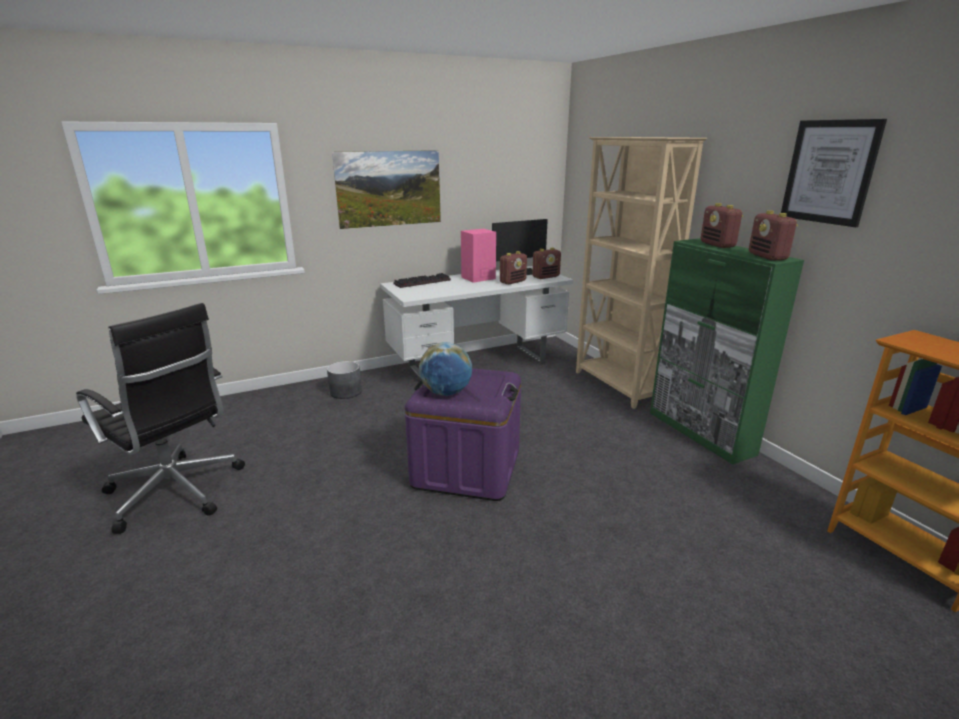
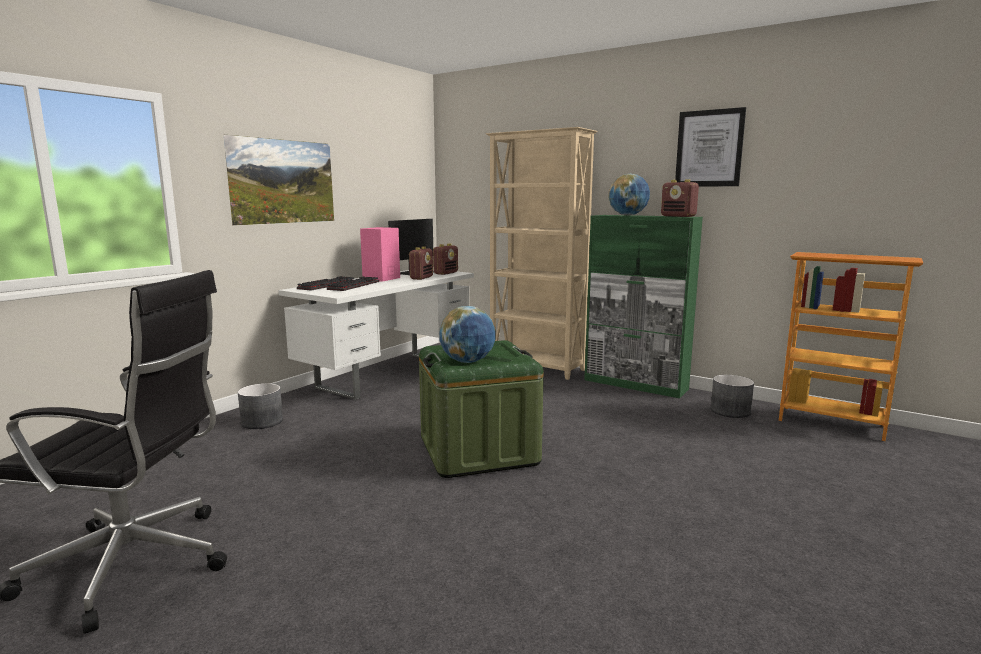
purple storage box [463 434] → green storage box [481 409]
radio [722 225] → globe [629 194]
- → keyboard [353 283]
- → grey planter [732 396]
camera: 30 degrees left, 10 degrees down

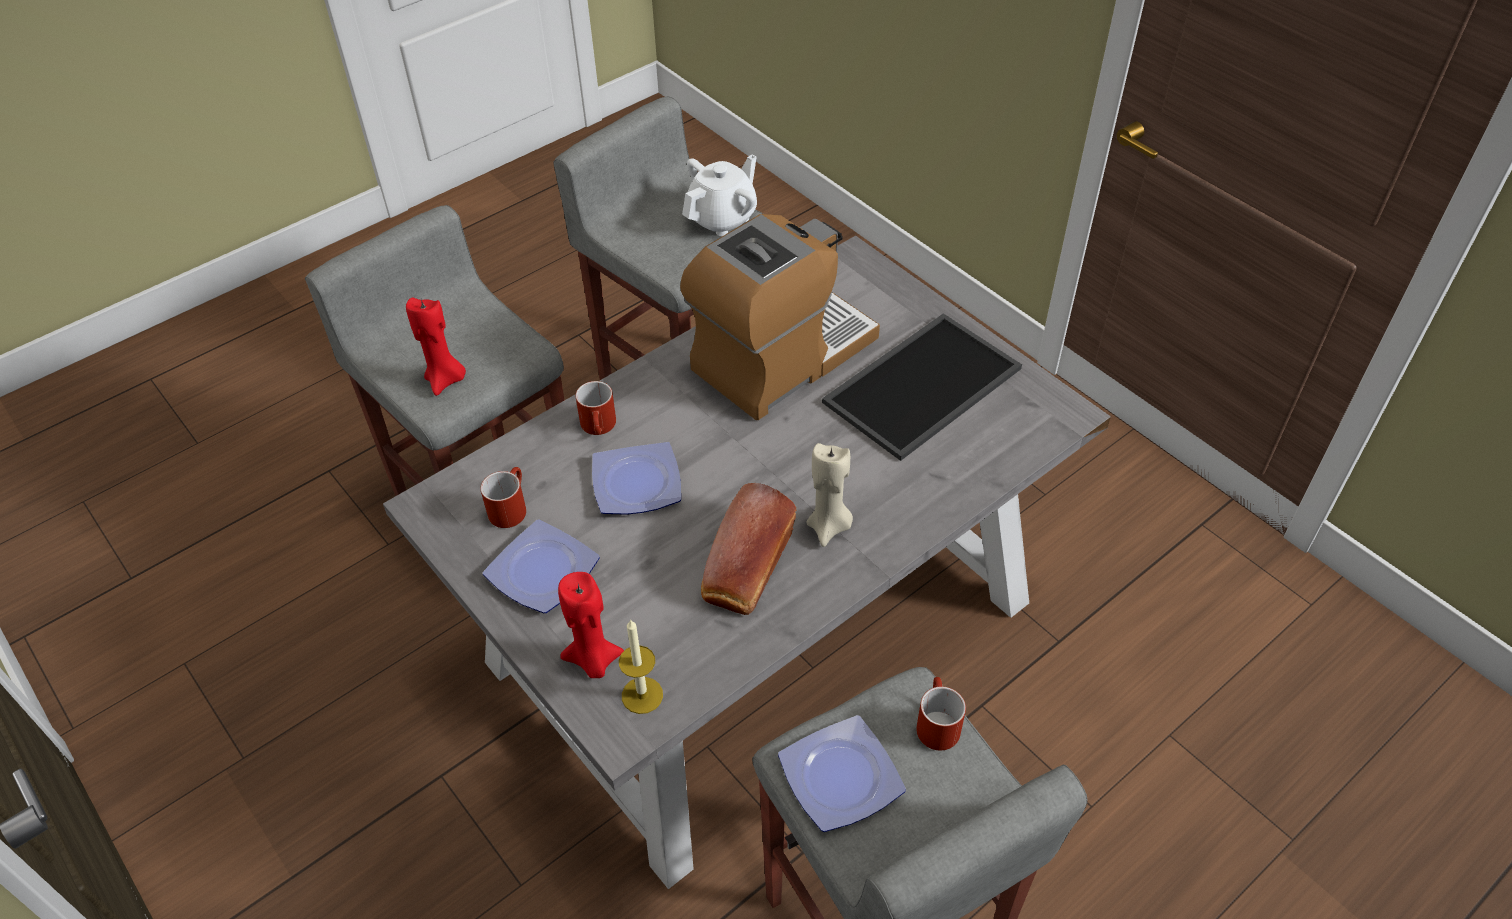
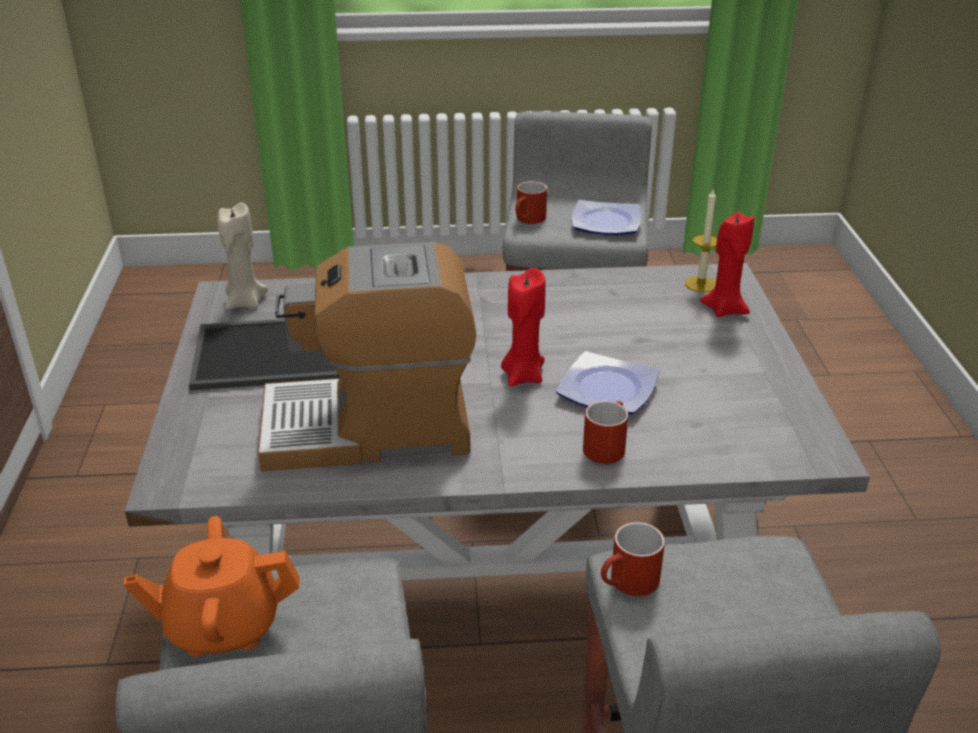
red candle [436 347] → red candle [523 327], shifted
red mug [503 497] → red mug [633 559], shifted
plate [541 566] → -
white teapot [719 195] → orange teapot [211 586]
bread [748 549] → -
beige candle [829 495] → beige candle [243 256], shifted
camera: 145 degrees left, 15 degrees down

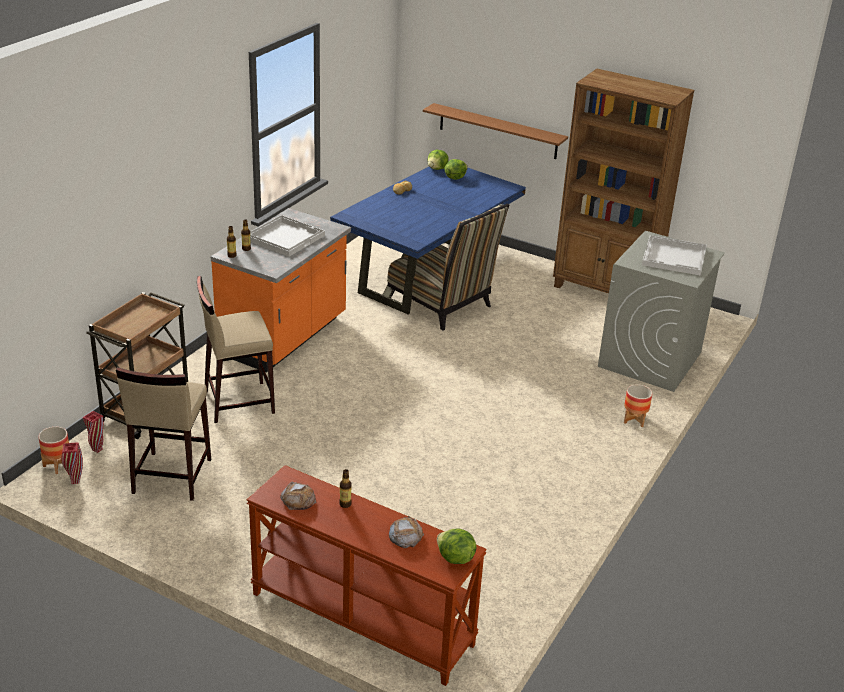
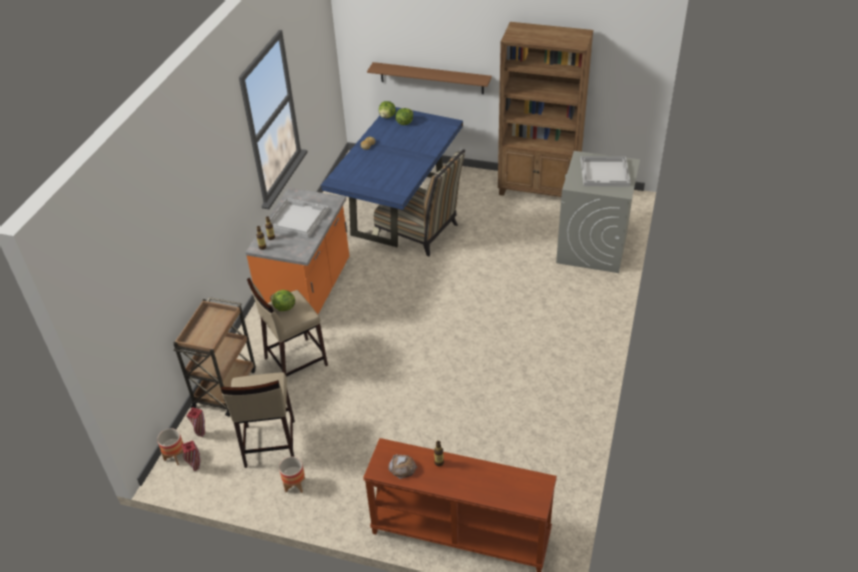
bread [406 532] → -
lettuce [457 546] → lettuce [282 300], shifted
planter [638 405] → planter [292 475], shifted
camera: 10 degrees left, 10 degrees up

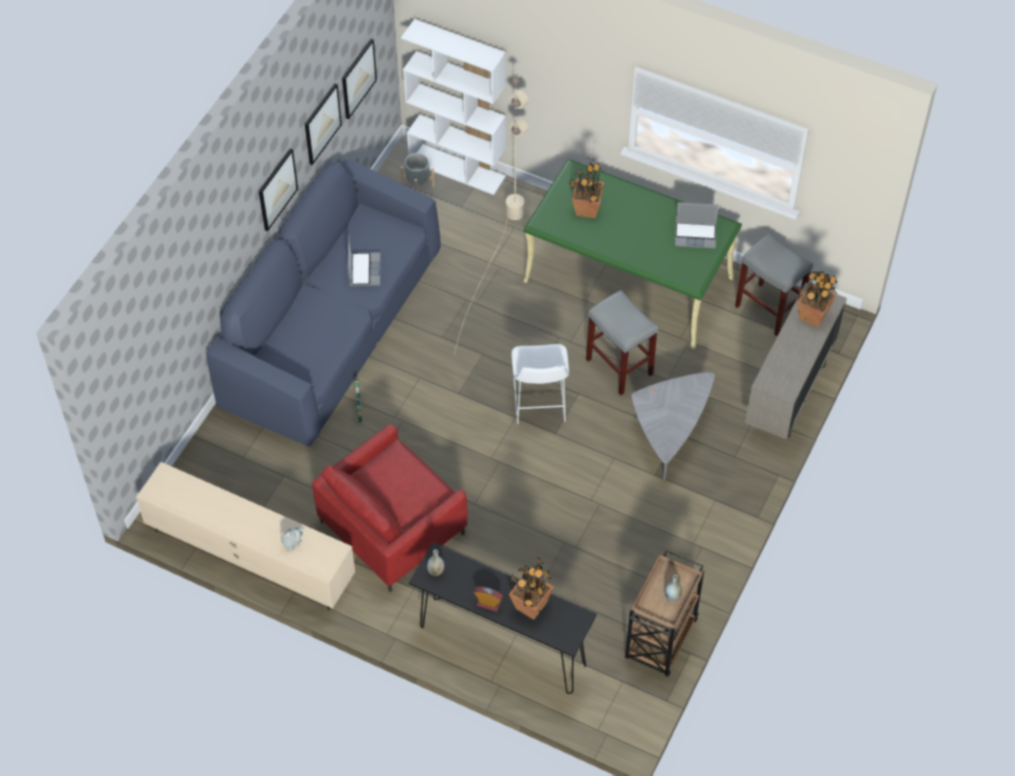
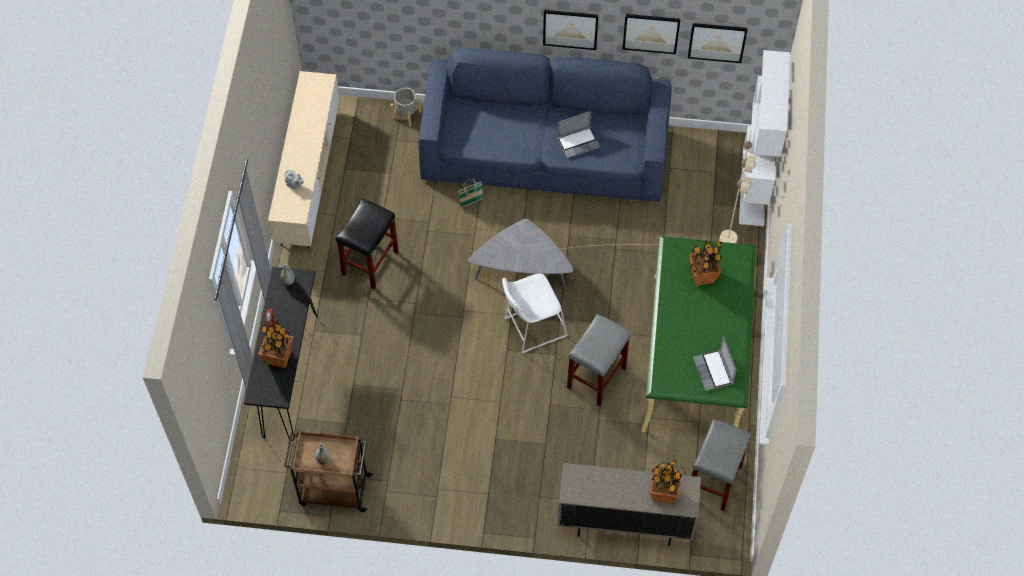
red armchair [390 508] → black stool [367 244]
grey planter [418 172] → grey planter [406 107], shifted
grey coffee table [673 426] → grey coffee table [520 253], shifted
camera: 70 degrees right, 5 degrees up

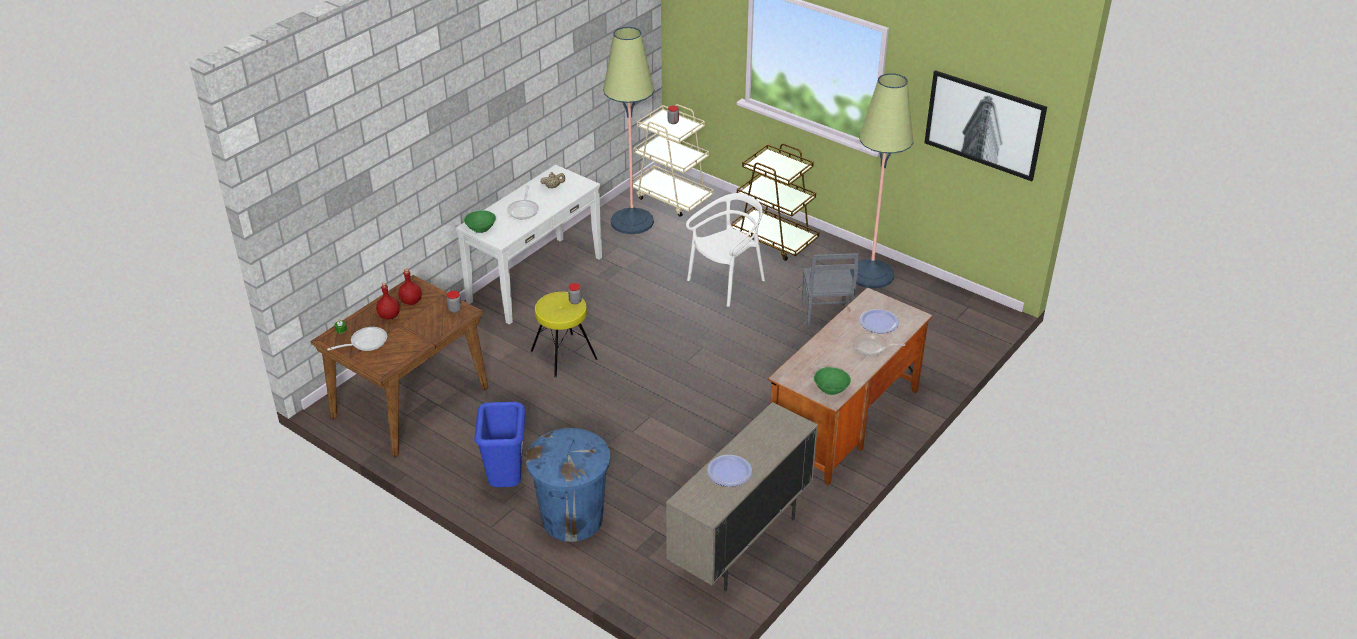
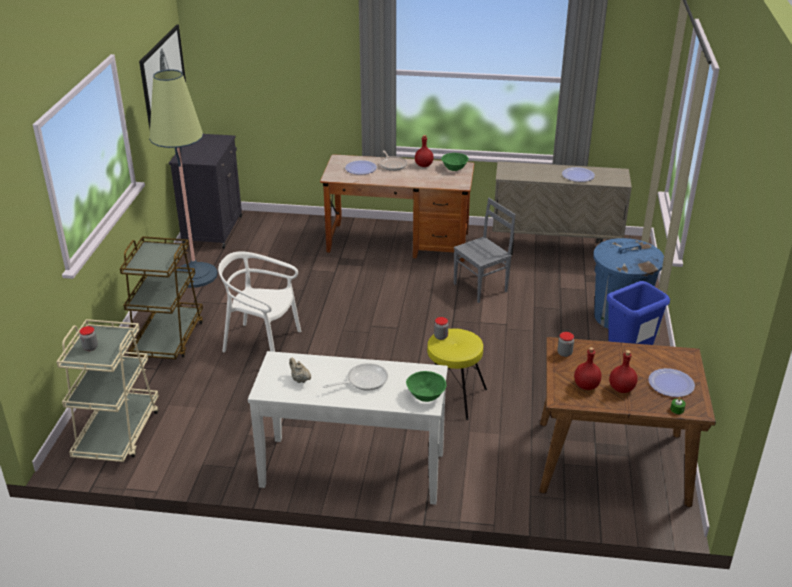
frying pan [357 339] → plate [671 382]
floor lamp [629 130] → -
grey chair [830 291] → grey chair [485 250], shifted
- → black cabinet [205 191]
- → red bottle [424 151]
camera: 120 degrees left, 5 degrees down

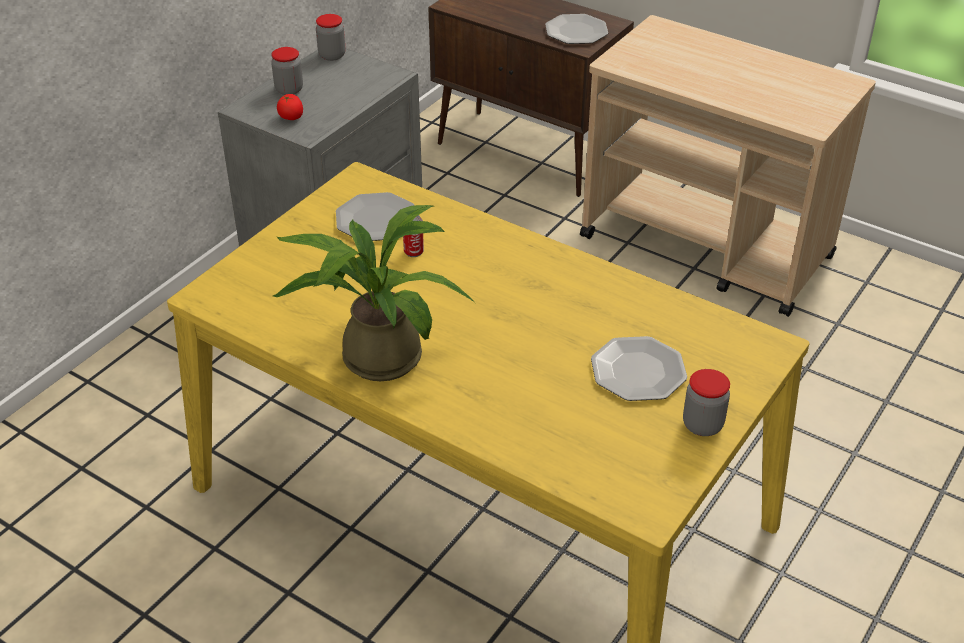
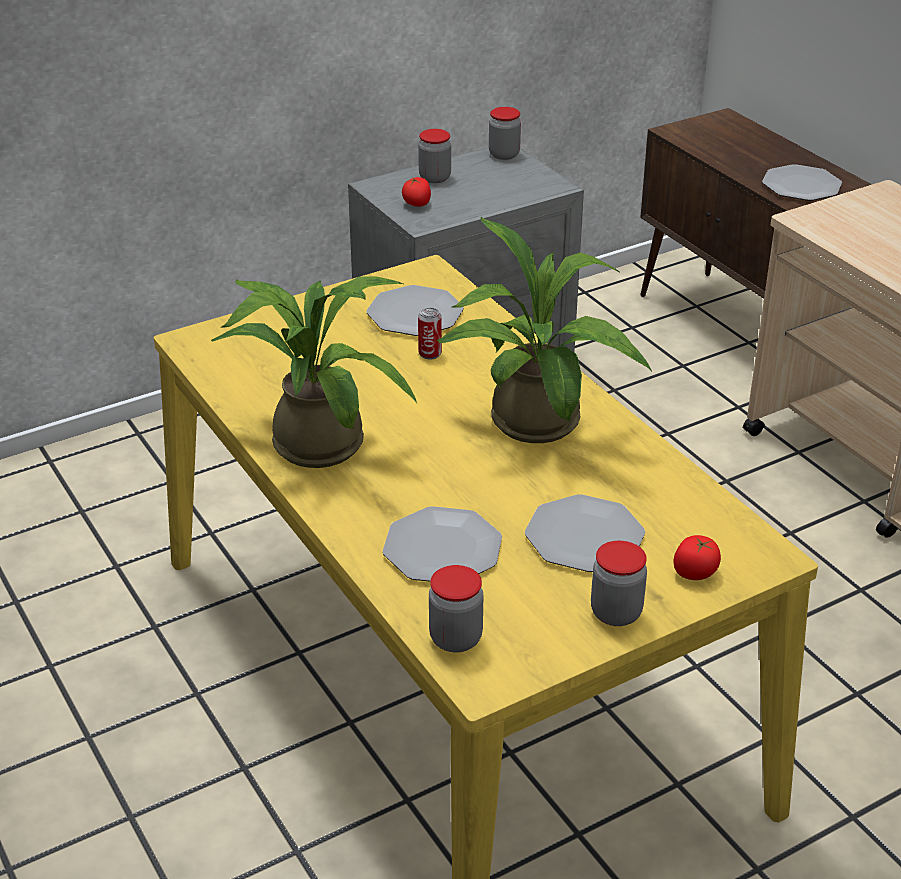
- → plate [442 544]
- → jar [456 609]
- → potted plant [544 330]
- → tomato [697 557]
camera: 25 degrees right, 5 degrees down

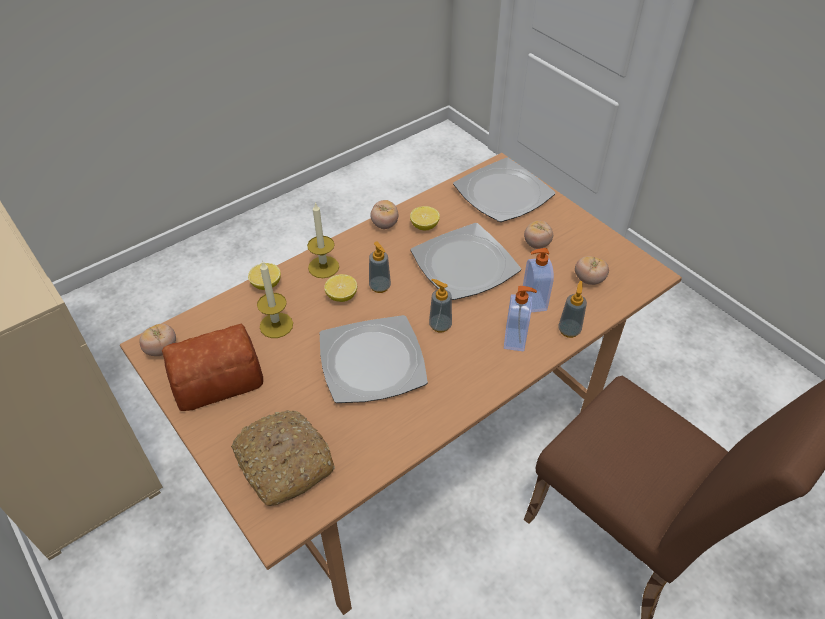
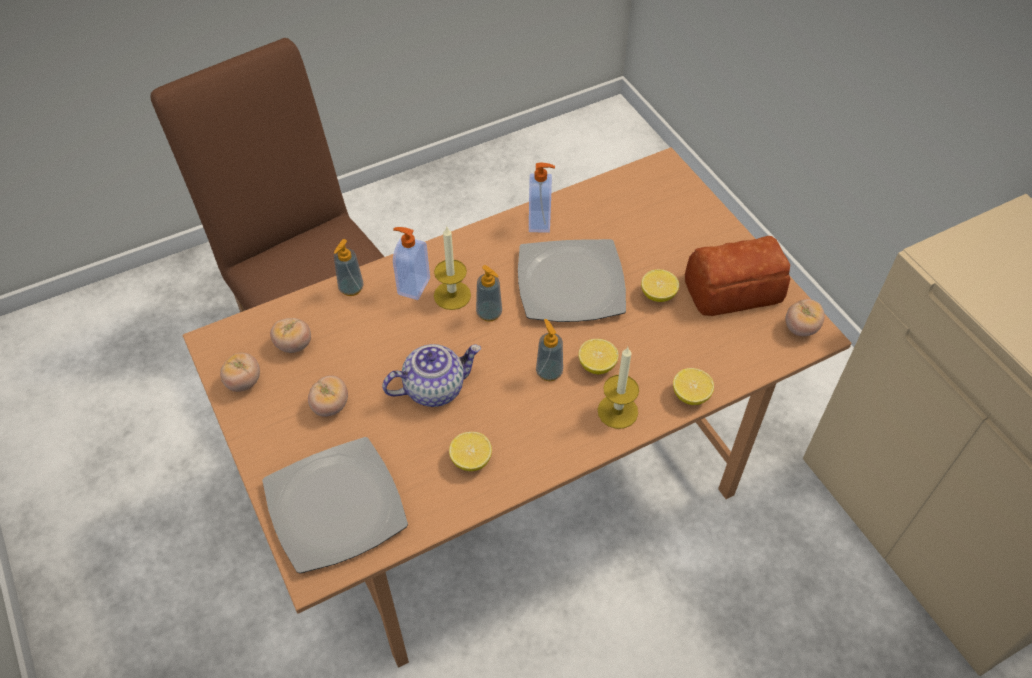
bread [283 458] → -
candle [275 300] → candle [452 268], shifted
tomato [384 214] → tomato [240 372], shifted
plate [466 261] → teapot [431 375]
soap dispenser [538 280] → soap dispenser [542 198], shifted
- → lemon [660 285]
camera: 170 degrees left, 5 degrees up

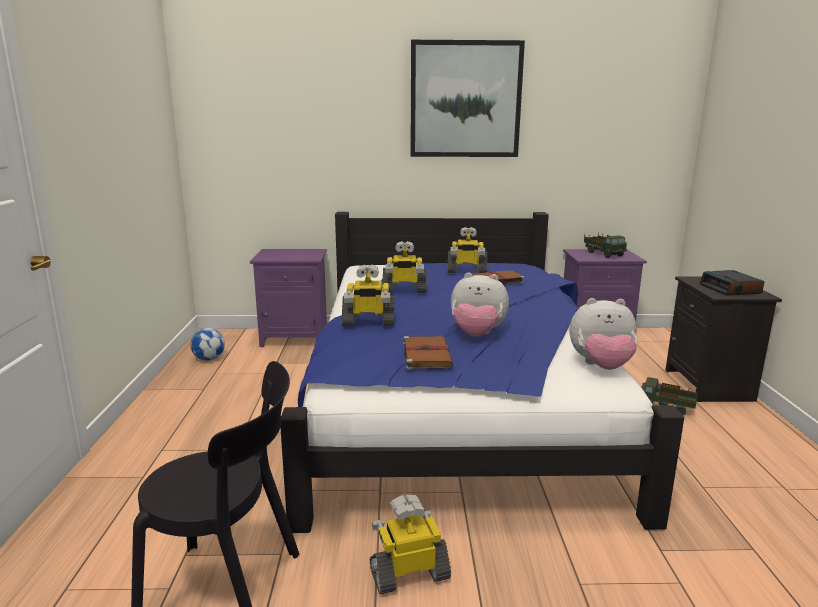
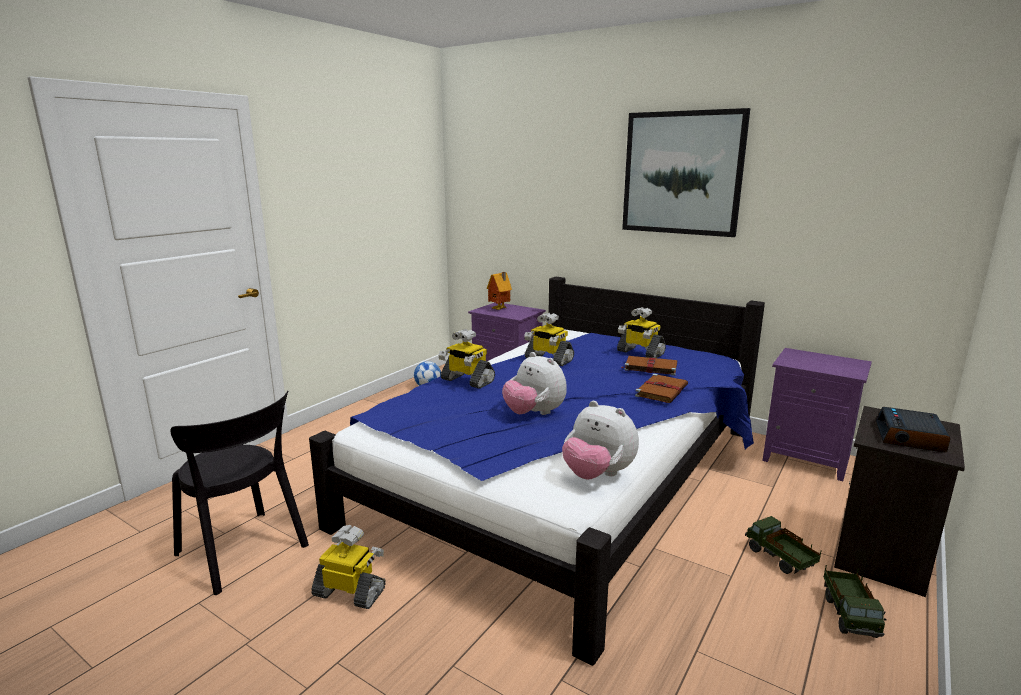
brown book [428 353] → brown book [661 388], shifted
toy truck [605 245] → toy truck [854 601], shifted
- → toy house [499 291]
camera: 35 degrees right, 0 degrees up

